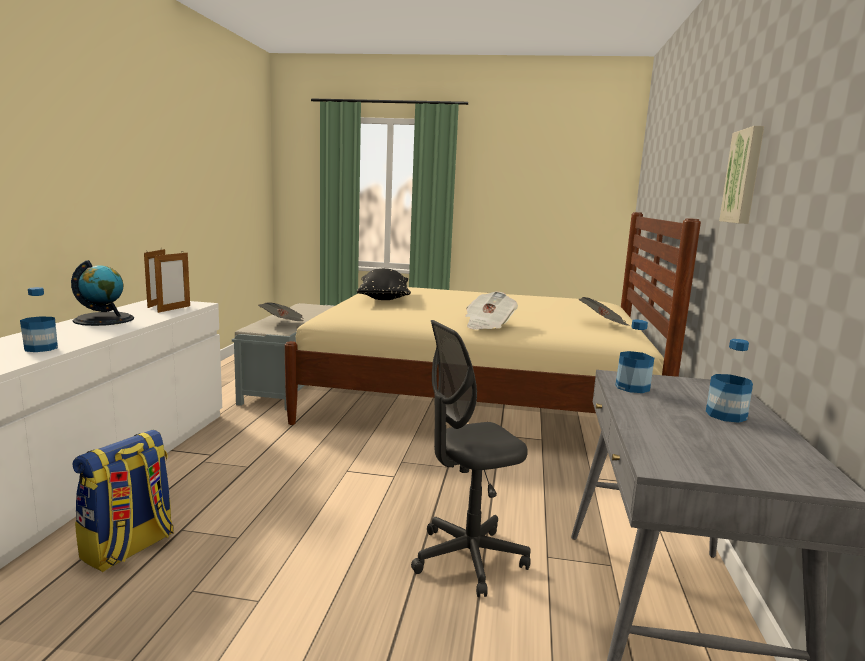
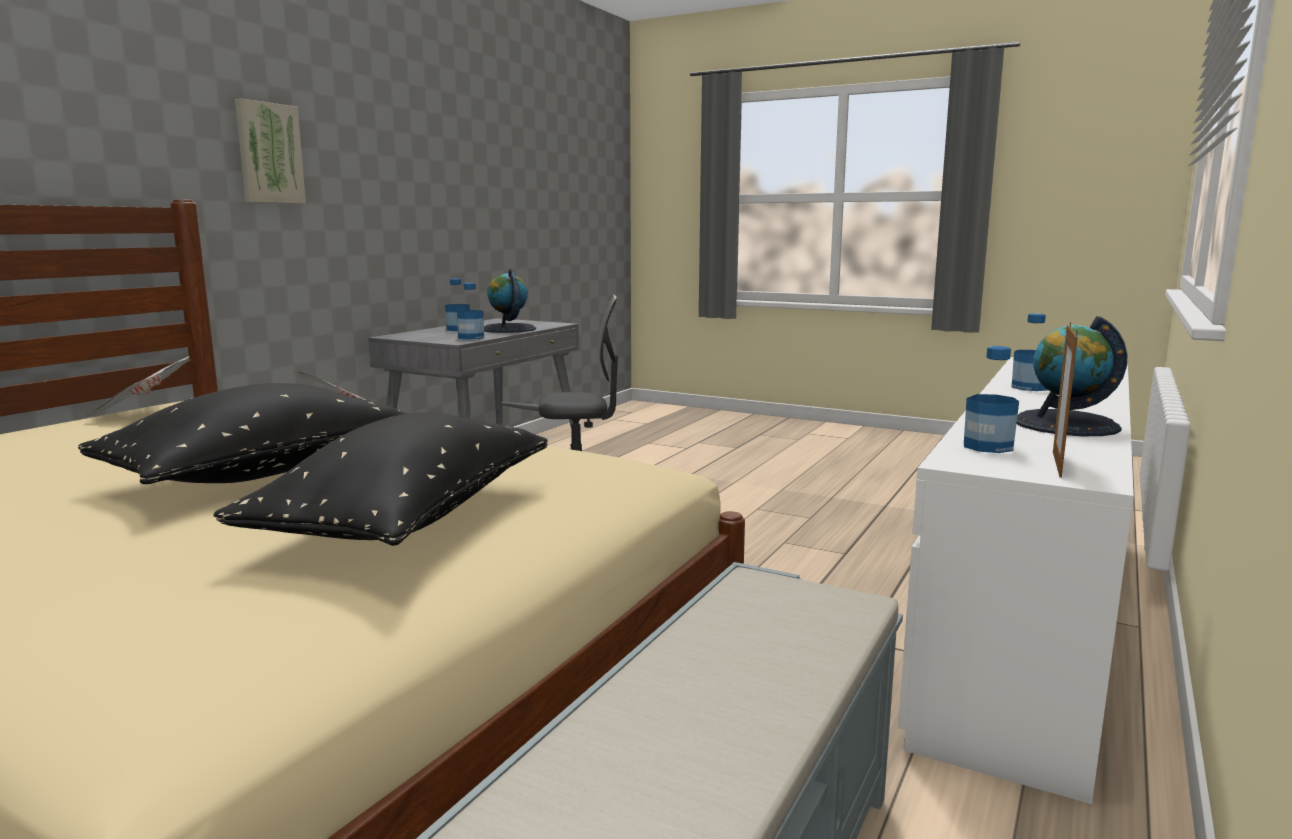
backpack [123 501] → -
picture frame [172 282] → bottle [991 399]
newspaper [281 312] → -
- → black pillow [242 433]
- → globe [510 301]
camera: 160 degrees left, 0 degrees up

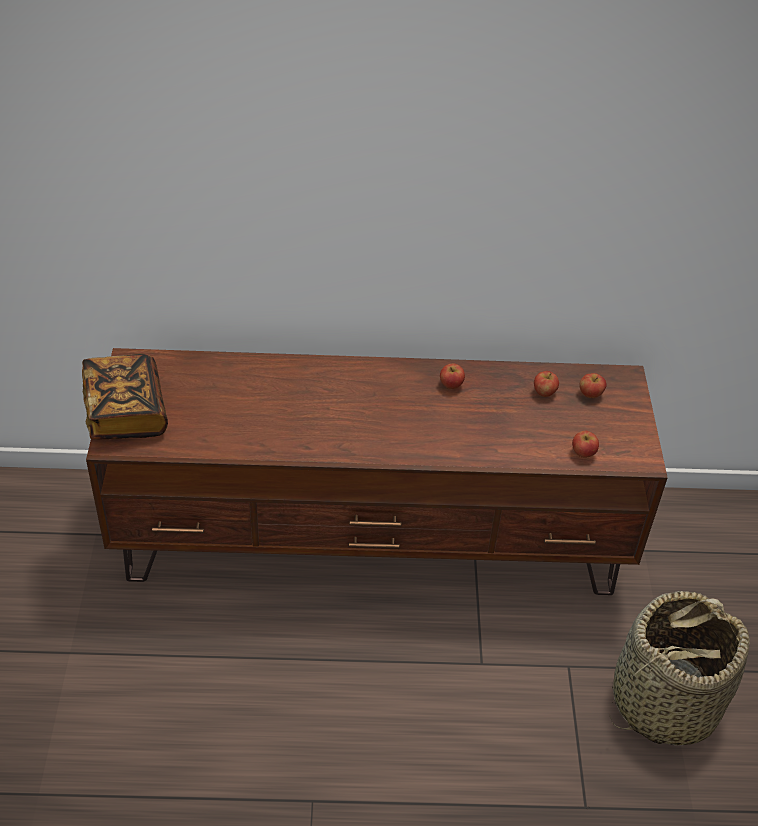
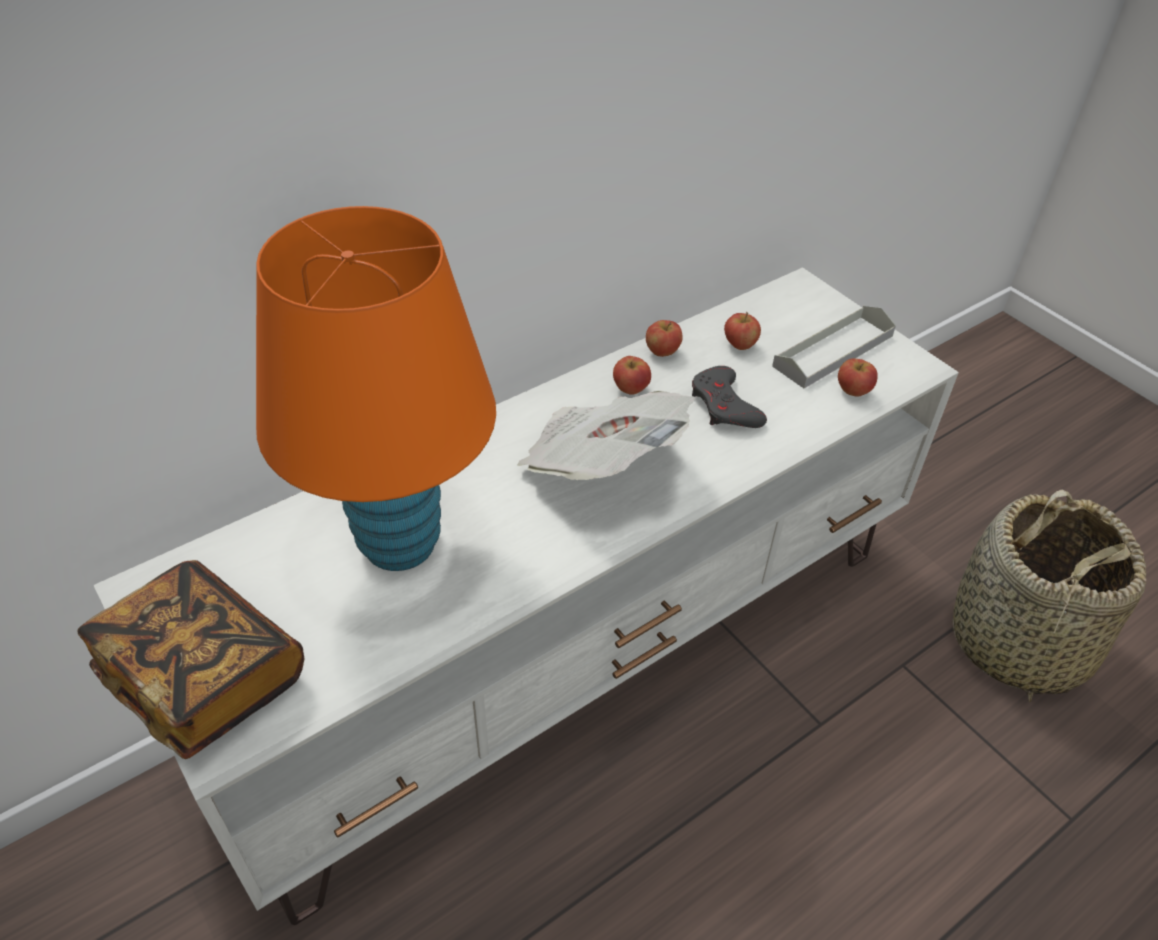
brown tv stand [377 471] → white tv stand [526 596]
apple [593 385] → apple [664 338], shifted
- → orange table lamp [376 388]
- → newspaper [606 435]
- → grey game controller [729 397]
- → grey tray [834 347]
camera: 35 degrees left, 0 degrees up

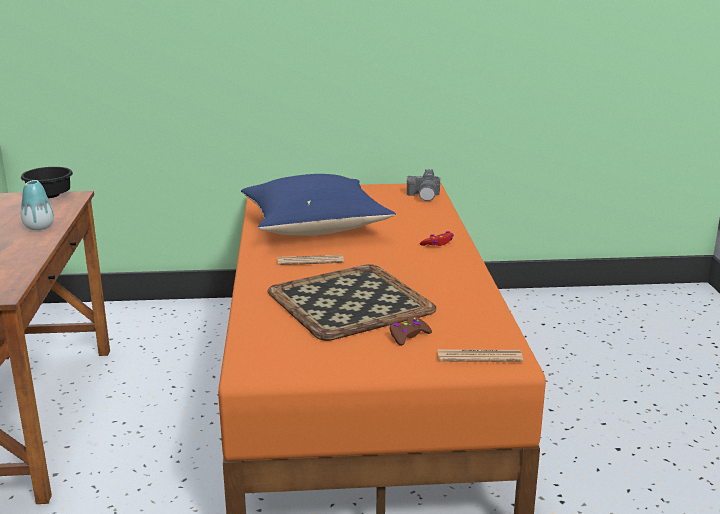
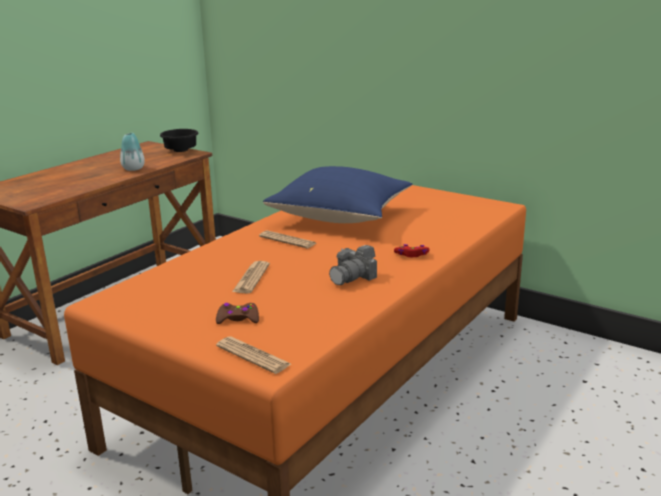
tray [352 302] → newspaper [251 277]
photo camera [424 185] → photo camera [353 265], shifted
camera: 40 degrees right, 0 degrees up

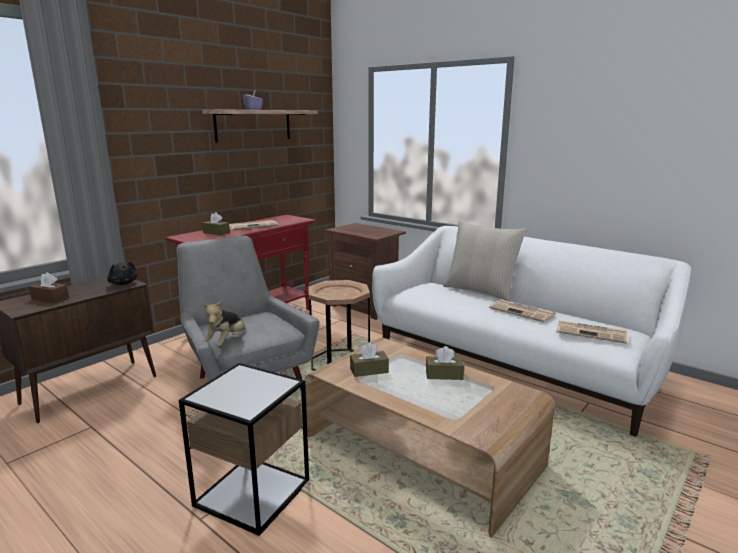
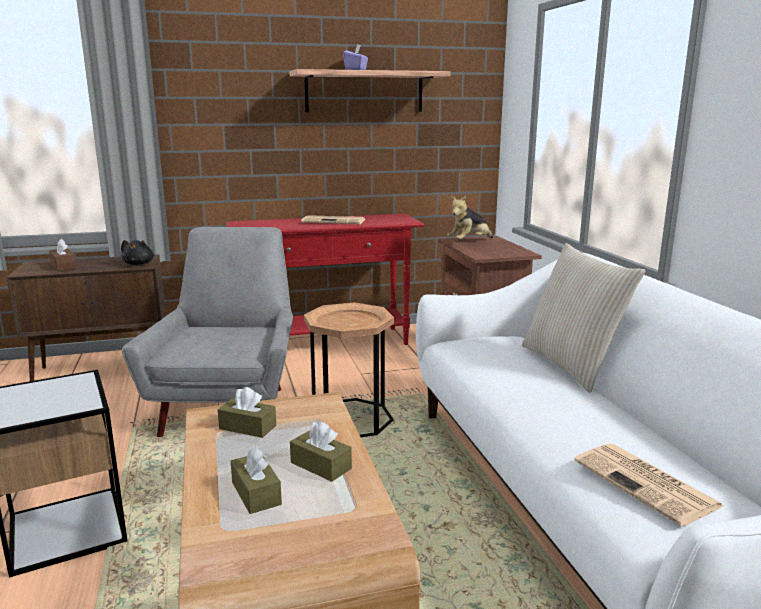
brown tissue box [216 223] → brown tissue box [256 480], shifted
plush toy [224 324] → plush toy [470 218], shifted
newspaper [522 310] → -
camera: 35 degrees right, 0 degrees up

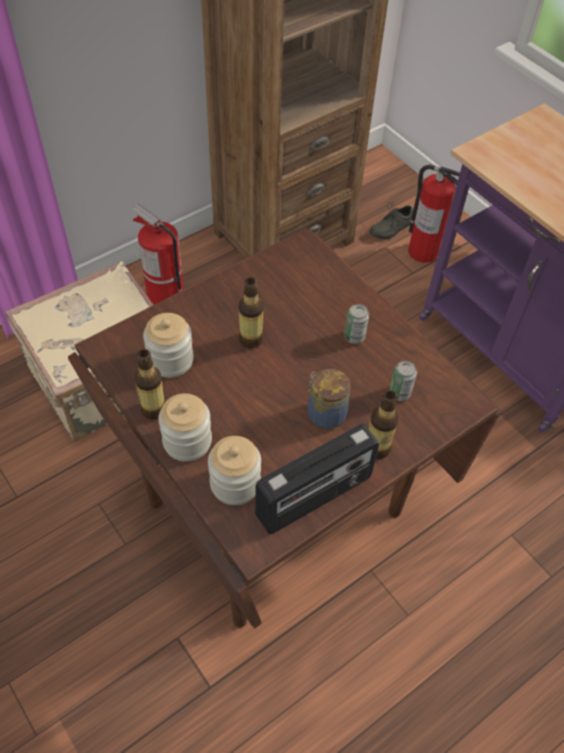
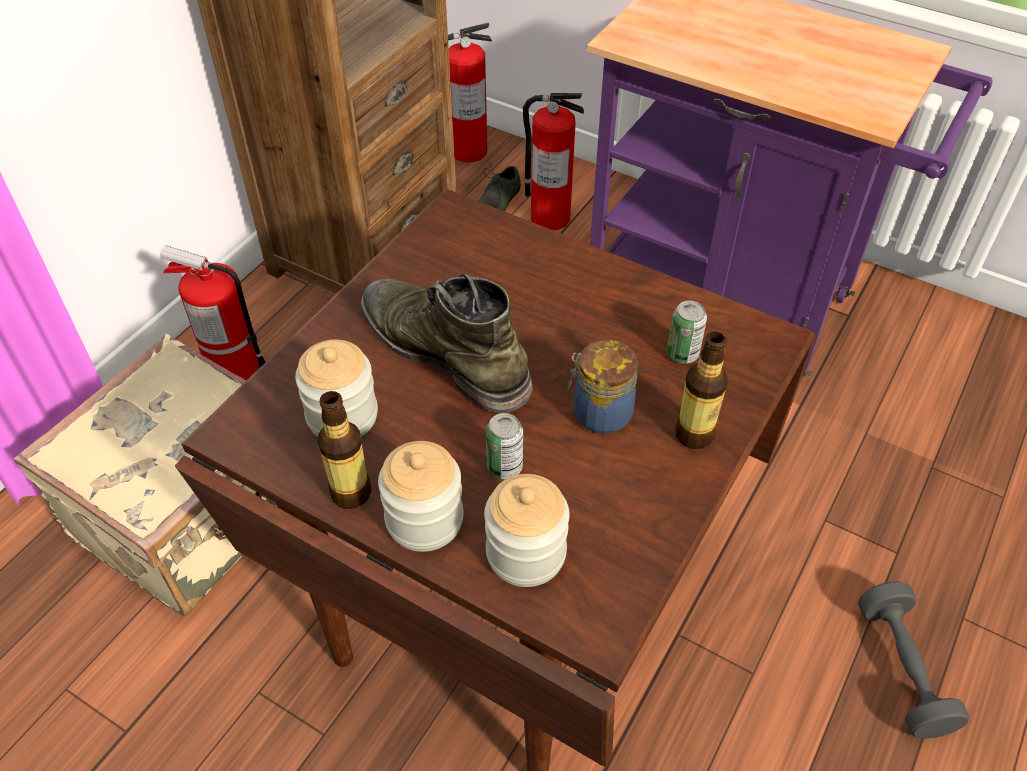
bottle [251 312] → green boot [447 343]
radio [317 479] → -
can [356 324] → can [504 446], shifted
- → fire extinguisher [470 92]
- → grey dumbbell [914 660]
camera: 20 degrees left, 5 degrees down

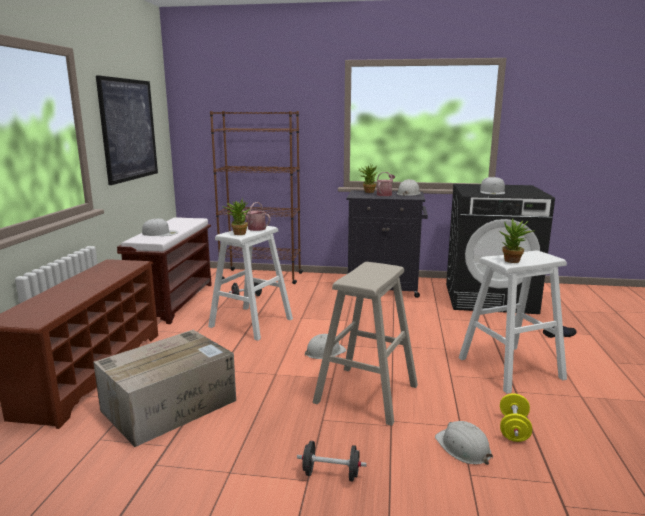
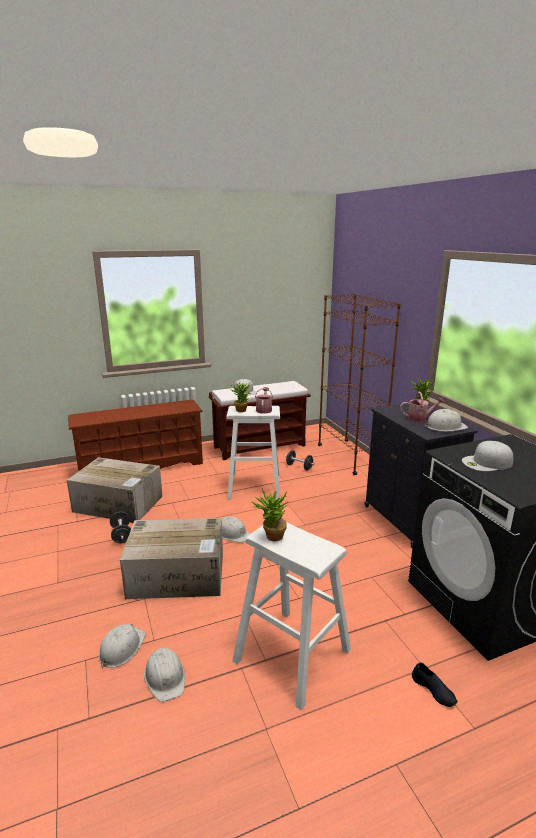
picture [127 130] → -
black dumbbell [332 461] → black dumbbell [120 527], shifted
beige stool [365 344] → cardboard box [171 558]
yellow dumbbell [516 417] → white hard hat [164 675]
camera: 60 degrees right, 5 degrees up

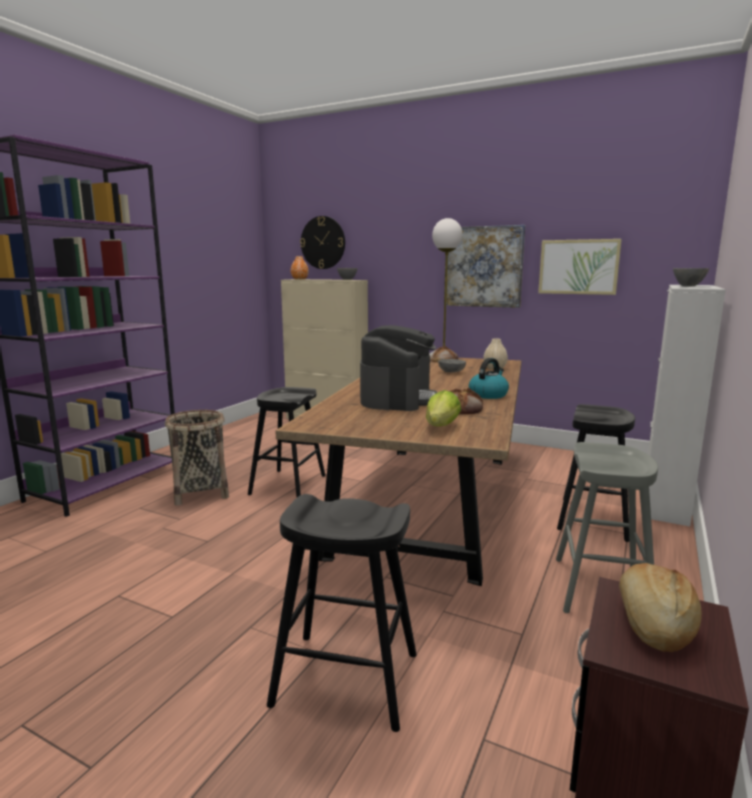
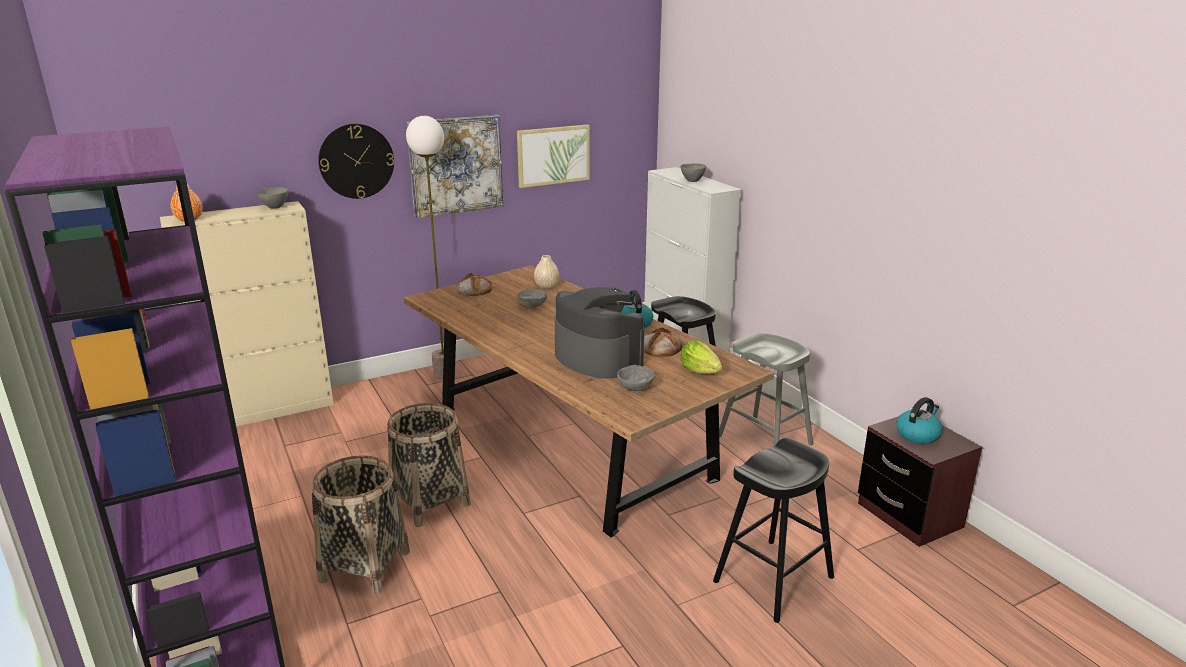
black stool [287 442] → basket [429 465]
wall clock [322 242] → wall clock [356 161], shifted
bread [660 607] → kettle [919 420]
- → grey bowl [636 378]
camera: 55 degrees left, 10 degrees up

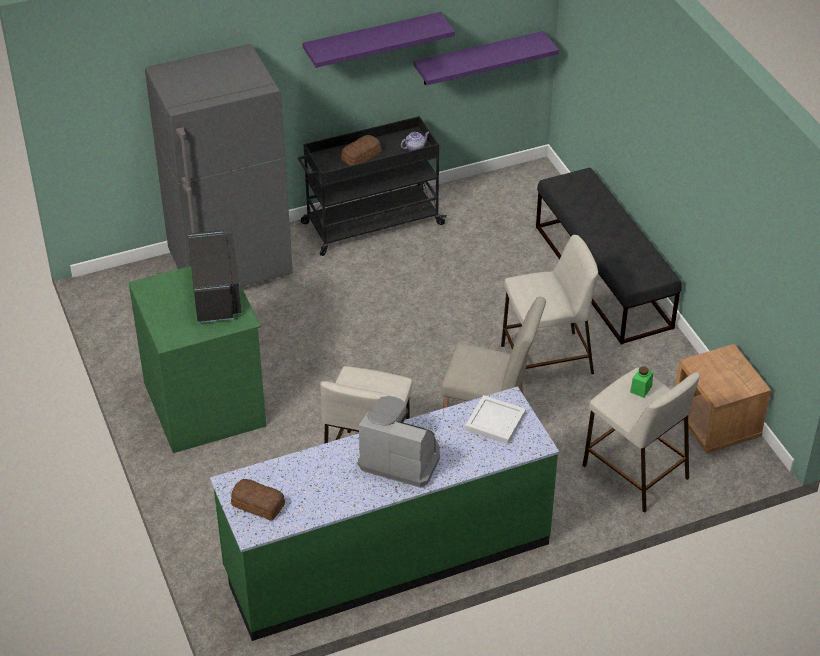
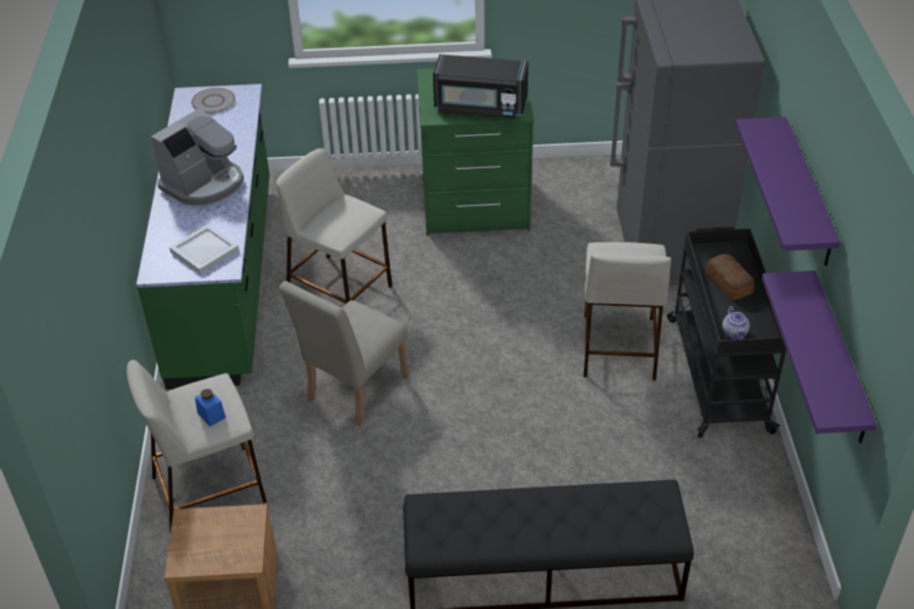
bread [258 500] → grey plate [213 100]
beige stool [549 304] → beige stool [627 311], shifted
green jar [641 382] → blue jar [210 408]
camera: 110 degrees right, 0 degrees up

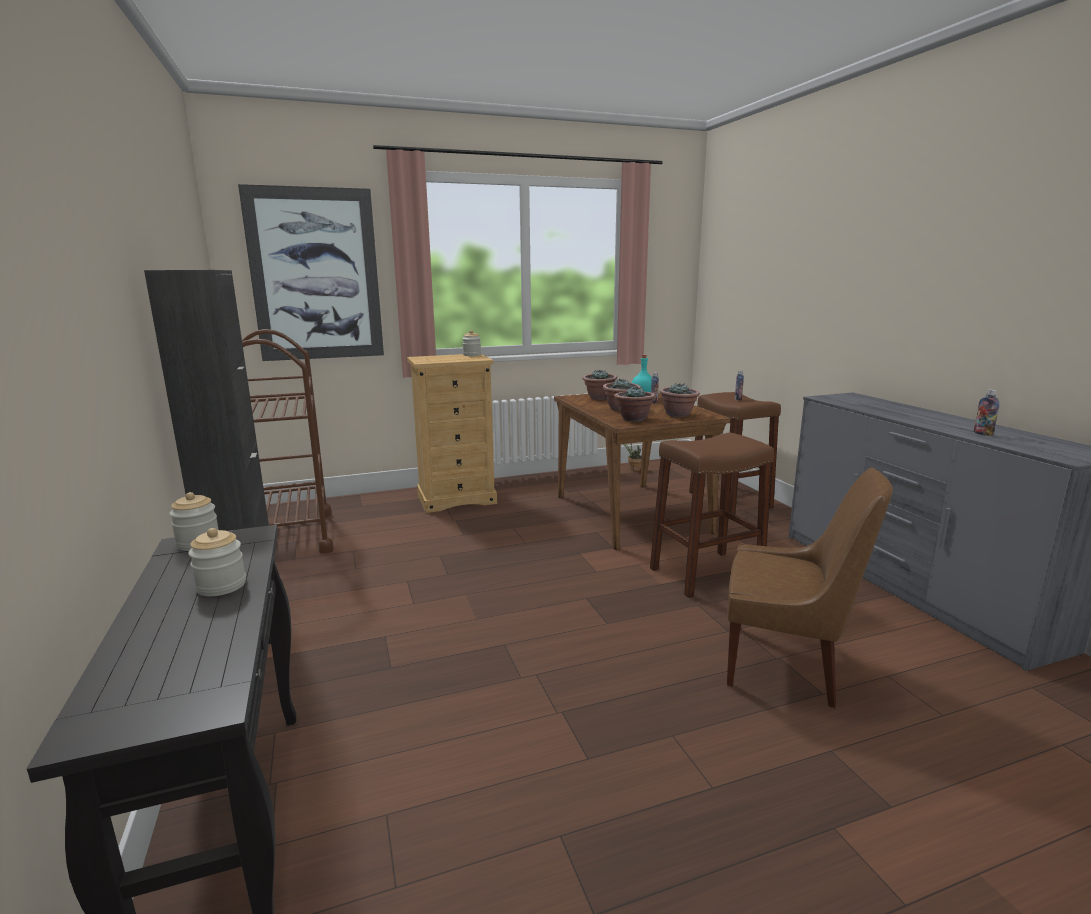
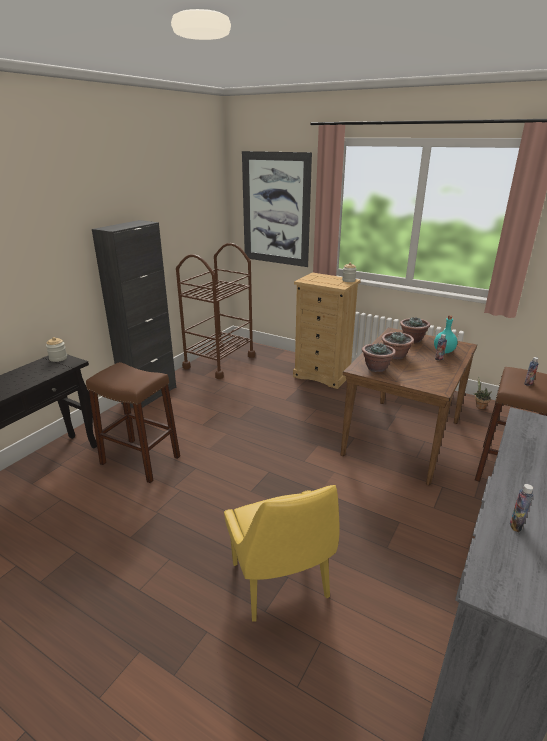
jar [217 562] → -
brown stool [712 515] → brown stool [133 422], shifted
potted plant [679 400] → -
brown chair [810 588] → yellow chair [282 553]
camera: 50 degrees right, 10 degrees up

